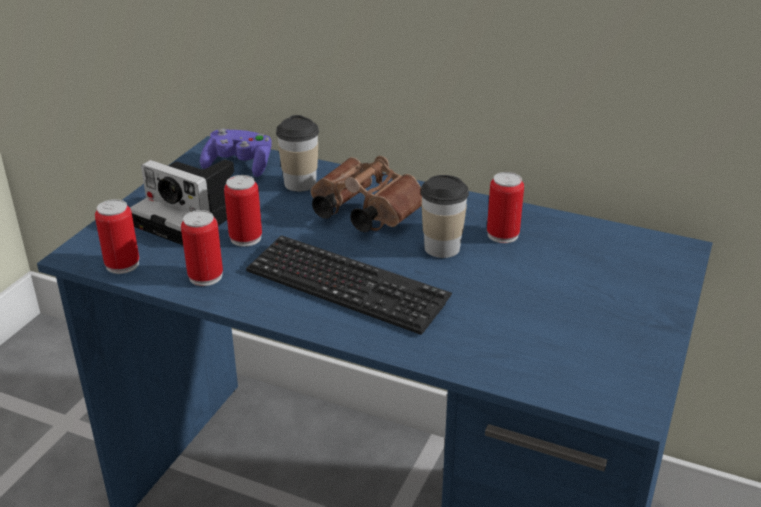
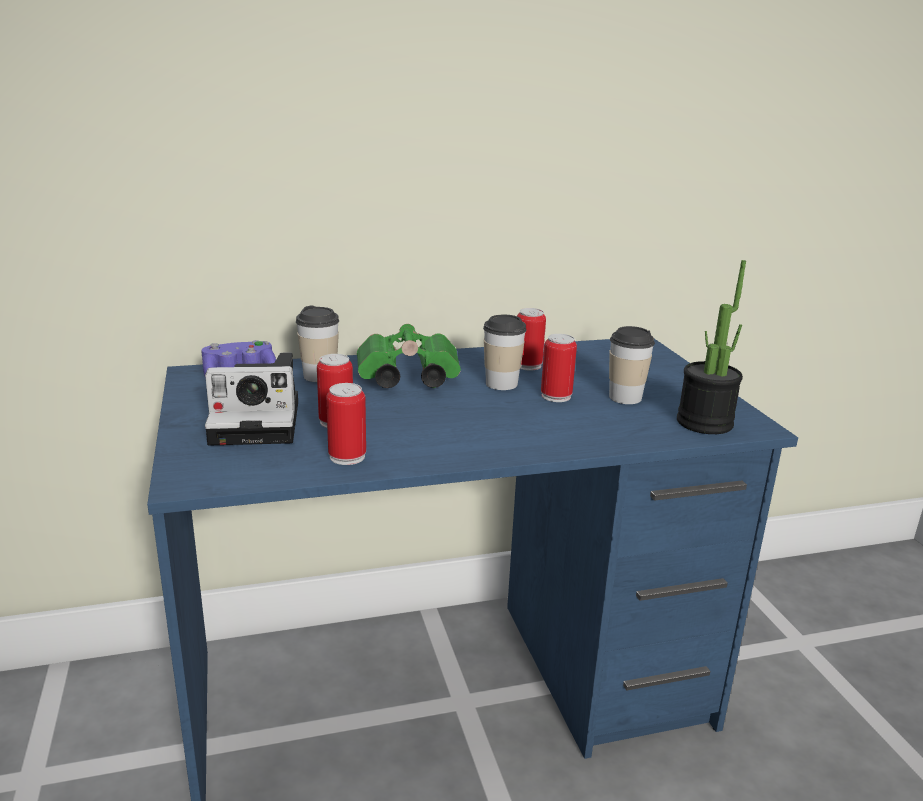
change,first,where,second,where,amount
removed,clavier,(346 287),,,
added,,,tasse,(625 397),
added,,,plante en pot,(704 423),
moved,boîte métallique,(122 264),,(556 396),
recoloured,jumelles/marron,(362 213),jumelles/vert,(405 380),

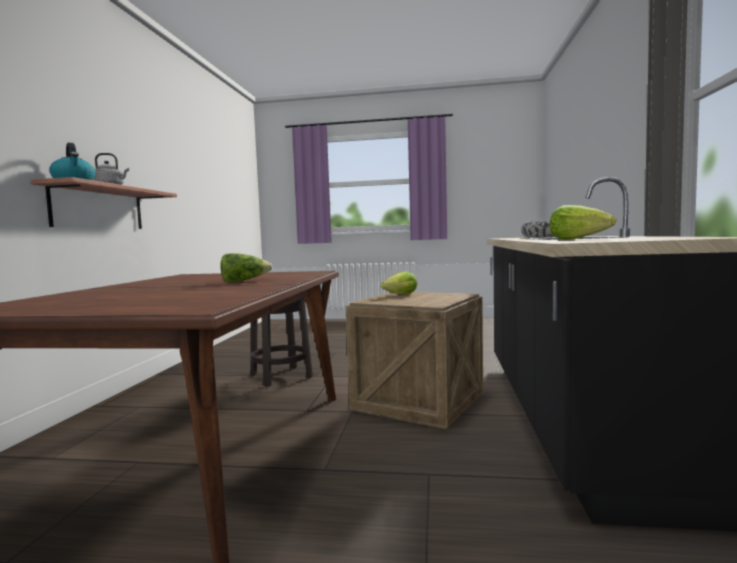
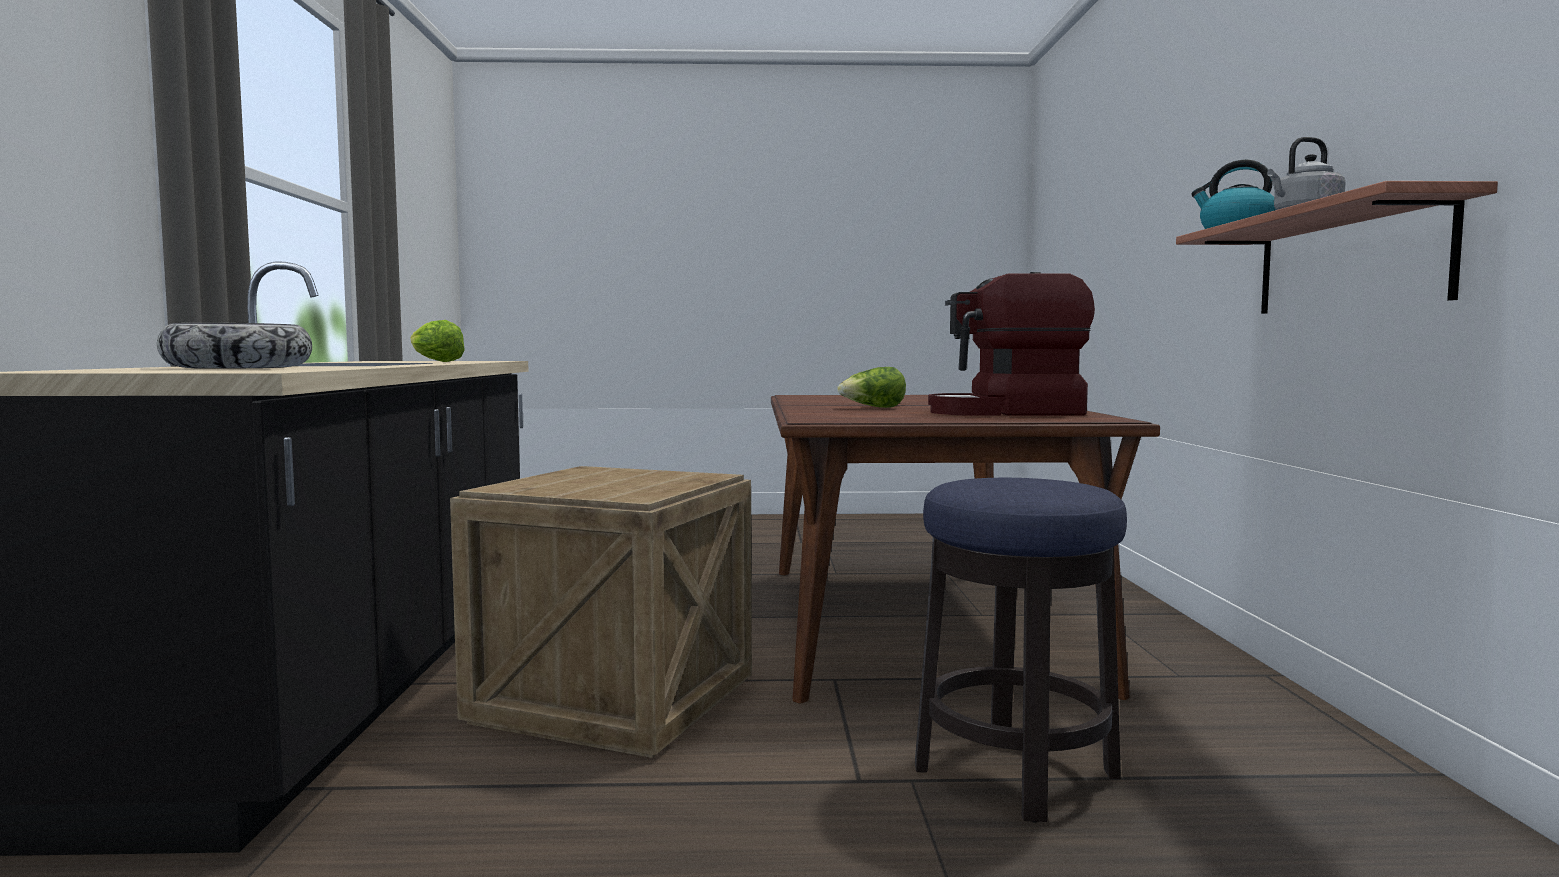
change,first,where,second,where,amount
removed,laitue,(401 295),,,
added,,,machine à café,(1007 412),

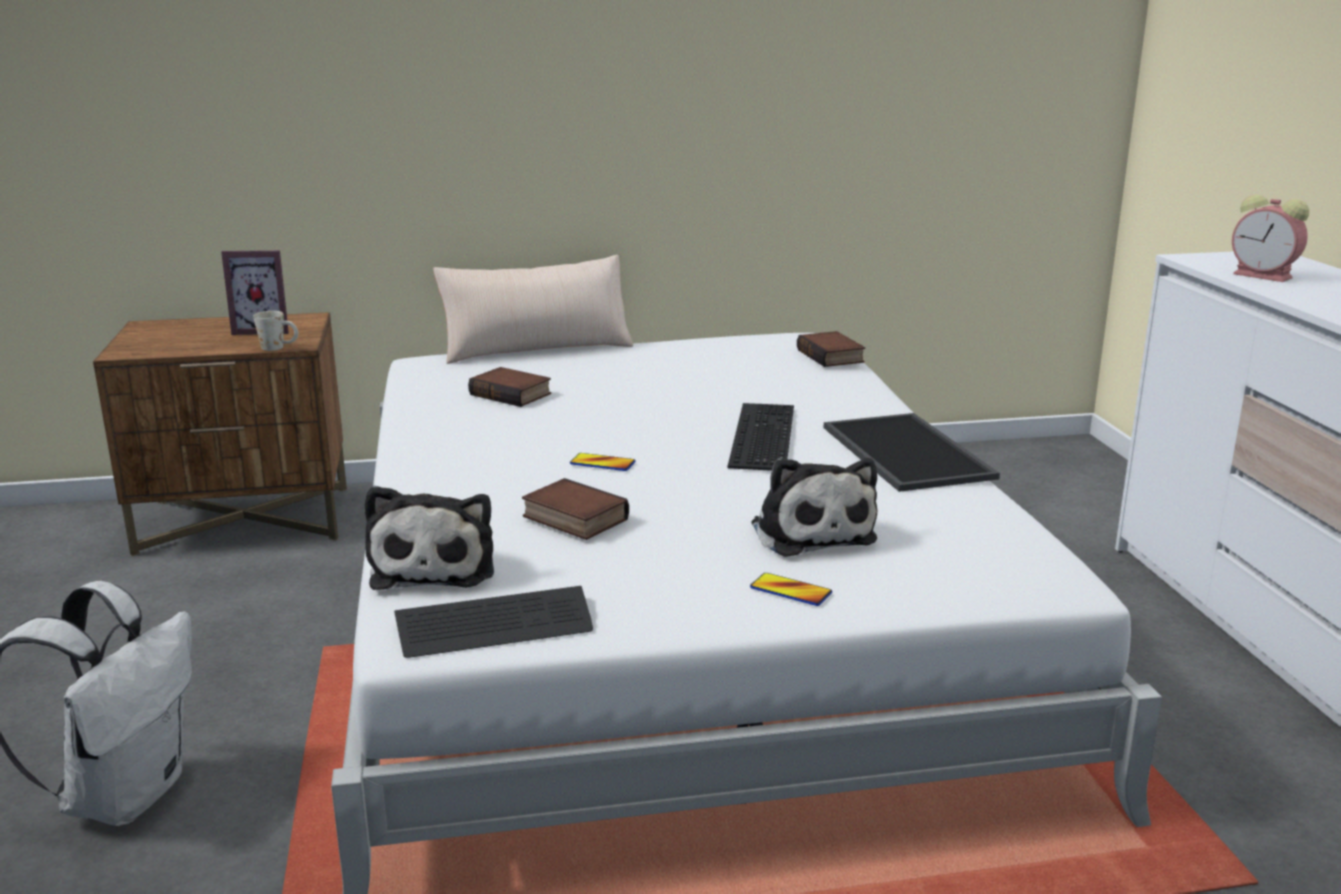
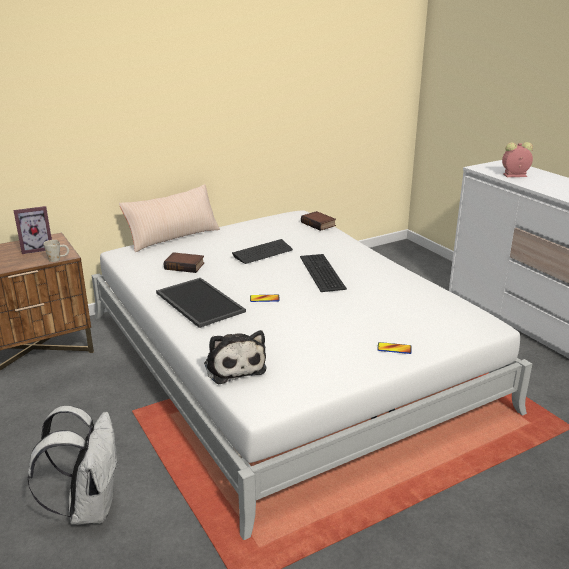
change,first,where,second,where,amount
removed,livre,(572 518),,,
removed,peluche,(810 531),,,
moved,clavier,(494 626),,(263 253),
moved,plateau,(903 452),,(198 302),
turned,réveil,(1265 276),,(514 175),150 degrees clockwise

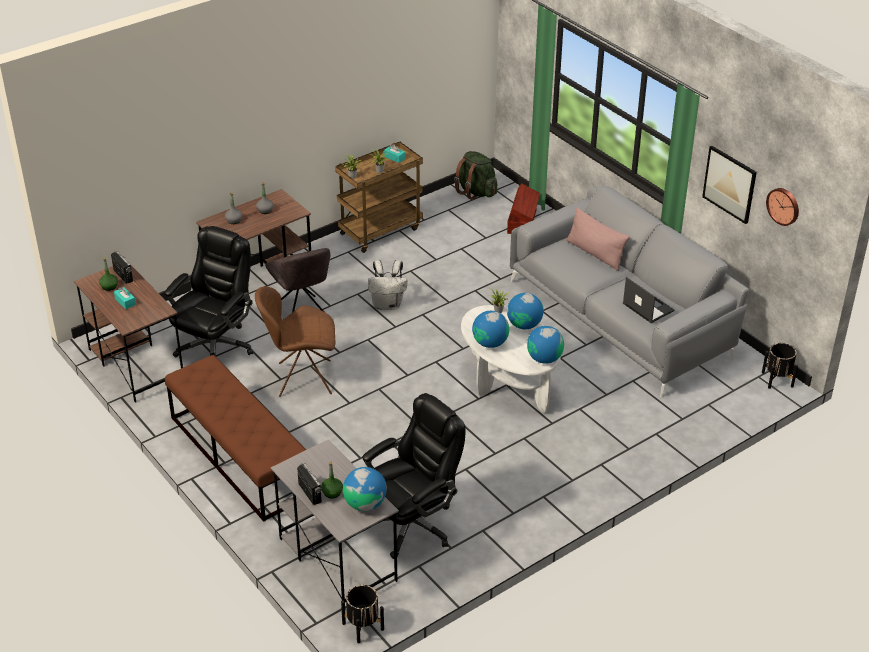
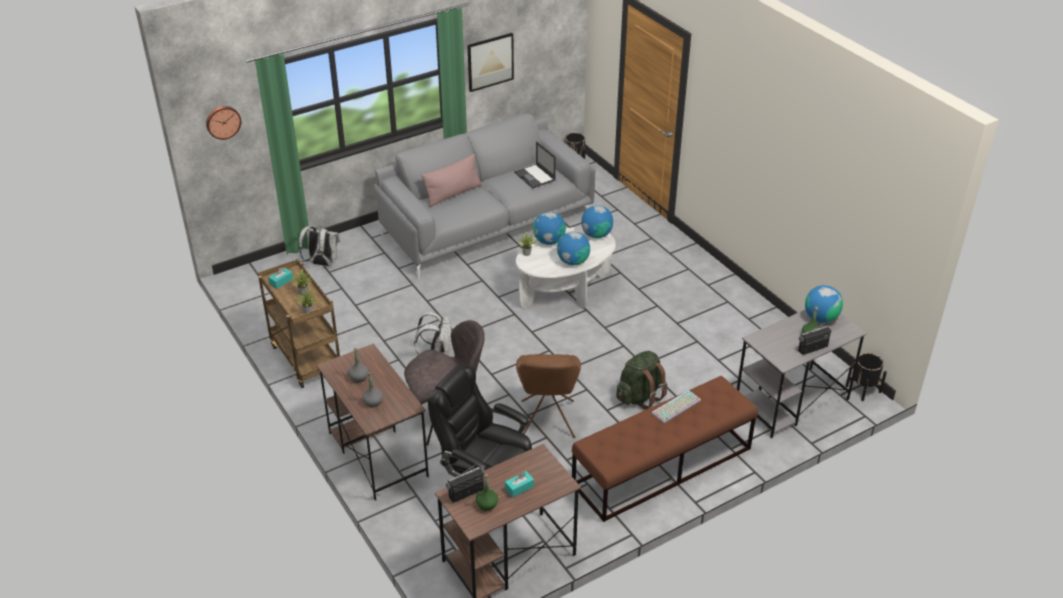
change,first,where,second,where,amount
removed,chaise de bureau/noir,(412 524),,,
added,,,clavier,(676 408),
moved,sac à dos/vert,(476 192),,(640 396),
moved,horloge murale,(783 206),,(223 122),
replaced,boîte de rangement/marron,(522 221),sac à dos/blanc,(322 263),
turned,ordinateur portable,(647 307),,(535 176),90 degrees counterclockwise

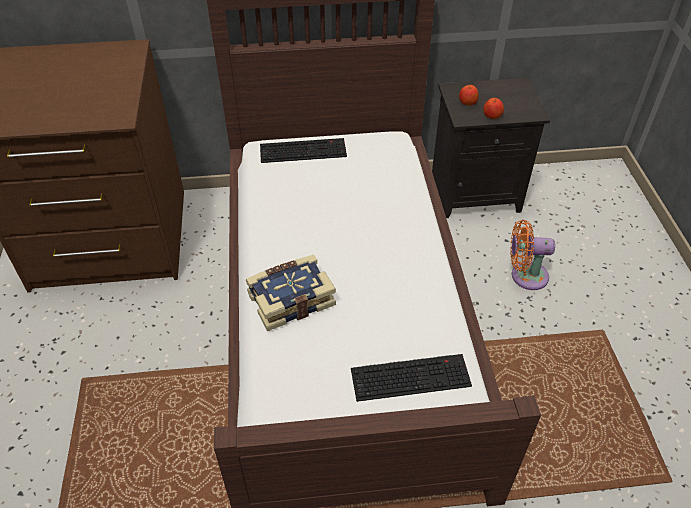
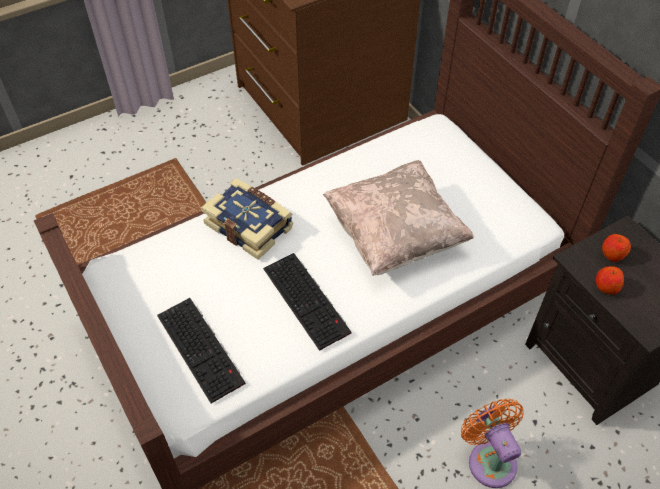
change,first,where,second,where,amount
added,,,coussin/beige,(395 235),
moved,clavier,(304 150),,(308 300),

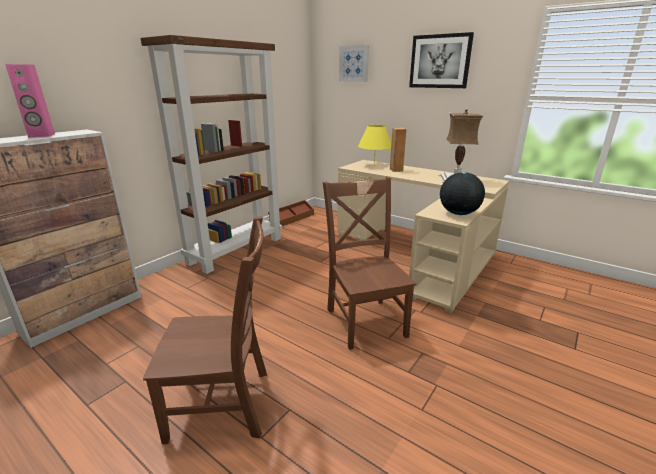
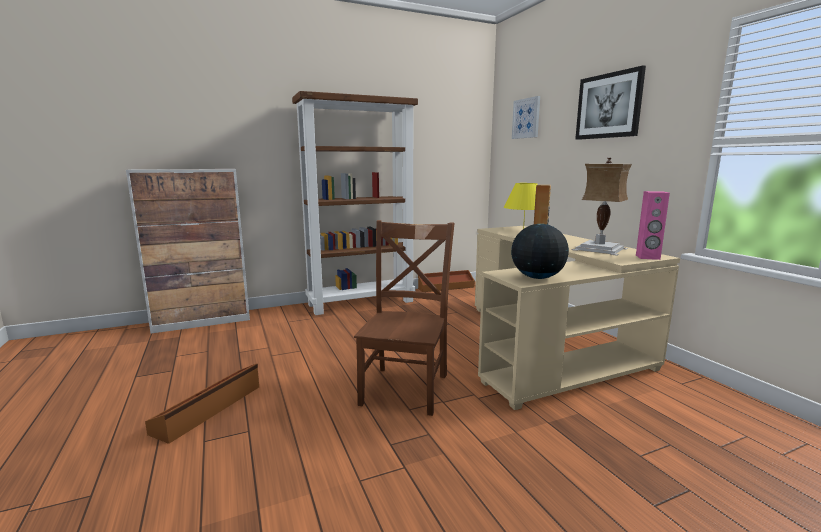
change,first,where,second,where,amount
moved,enceinte/rose,(41 135),,(647 257),
replaced,chaise/marron,(225 405),boîte de rangement/marron,(209 409),

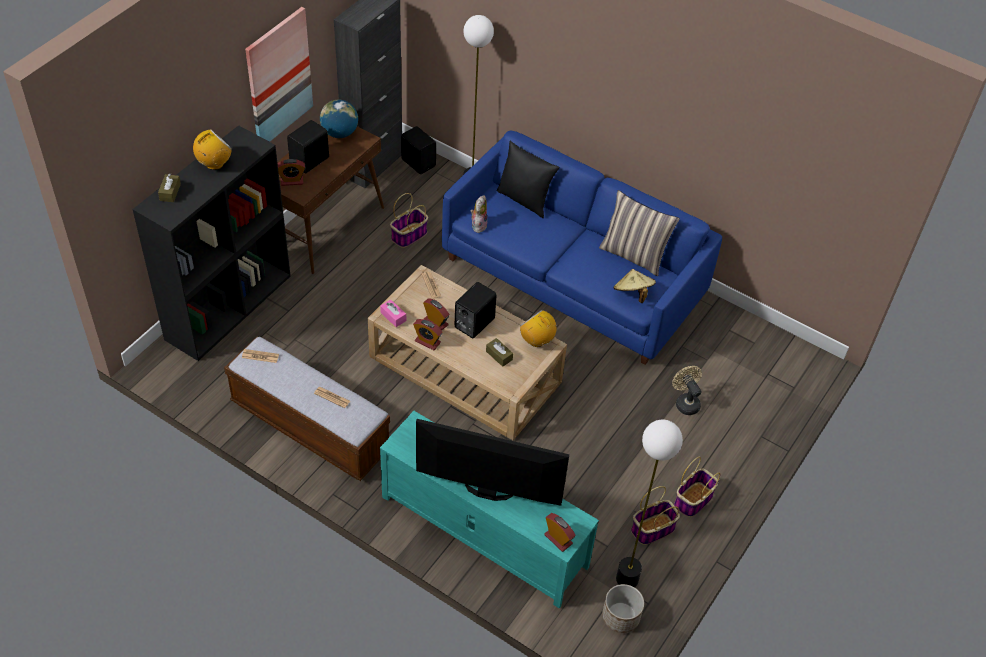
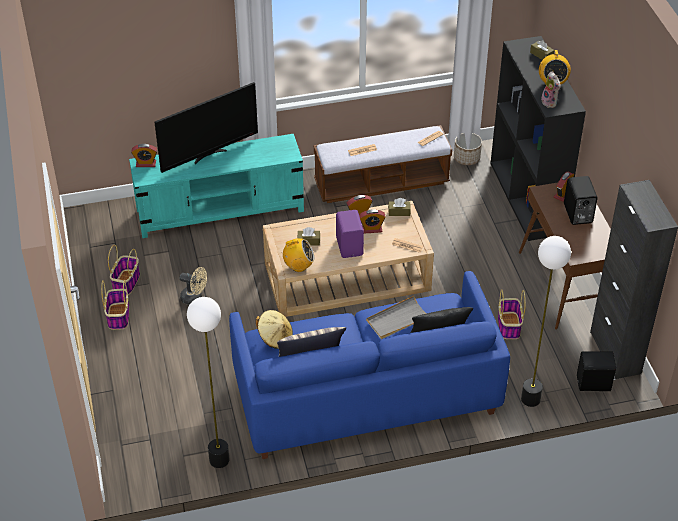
change,first,where,second,where,amount
removed,tableau,(278 77),,,
removed,globe,(339 133),,,
added,,,plateau/gris,(397 320),
moved,peluche,(478 225),,(550 102),
moved,cache-pot,(620 617),,(466 158),
moved,lampadaire,(627 579),,(219 460),
moved,ventilateur/beige,(685 402),,(194 298),
recoloured,boîte à mouchoirs/rose,(393 316),boîte à mouchoirs/marron,(399 212),
recoloured,enceinte/noir,(473 323),enceinte/violet,(350 246),

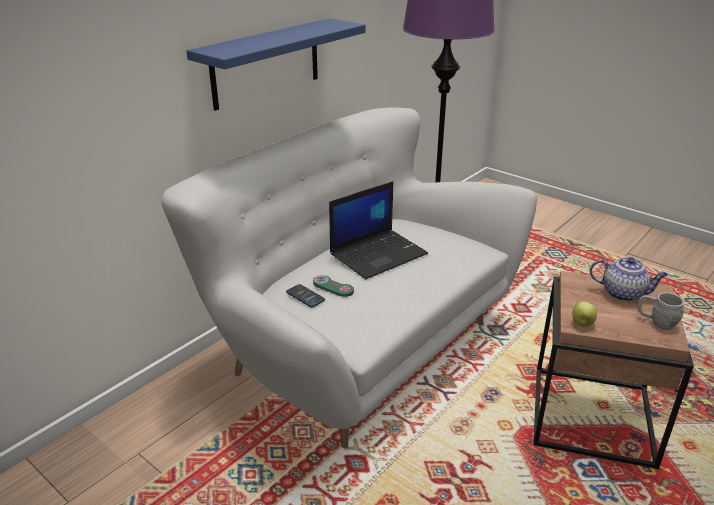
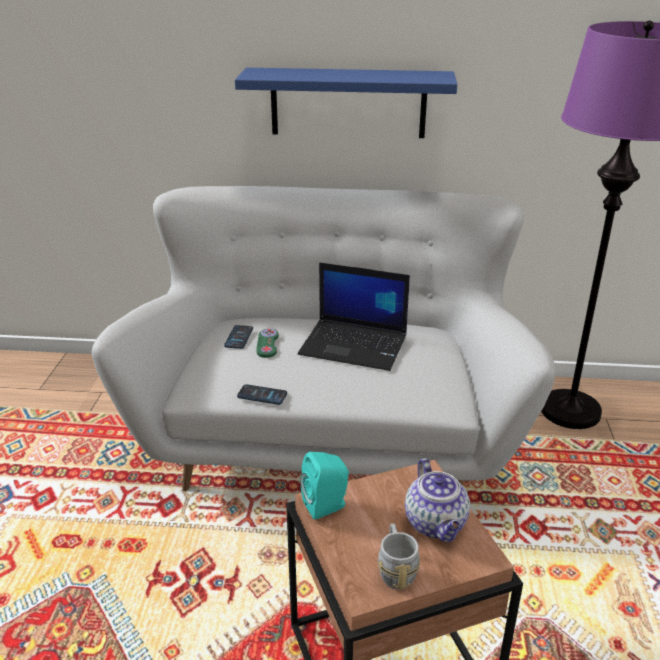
change,first,where,second,where,amount
added,,,téléphone,(262 395),
replaced,pomme,(582 323),enceinte/turquoise,(327 506),

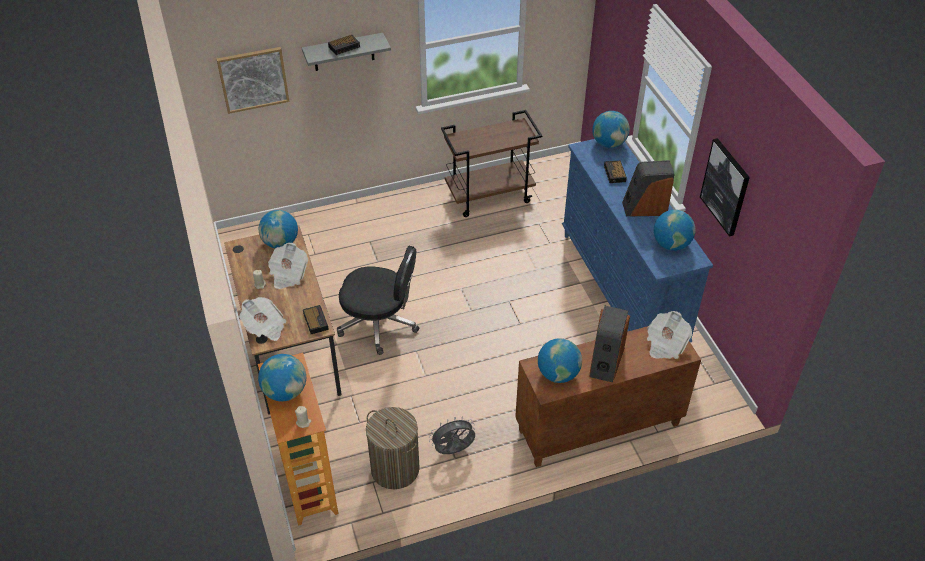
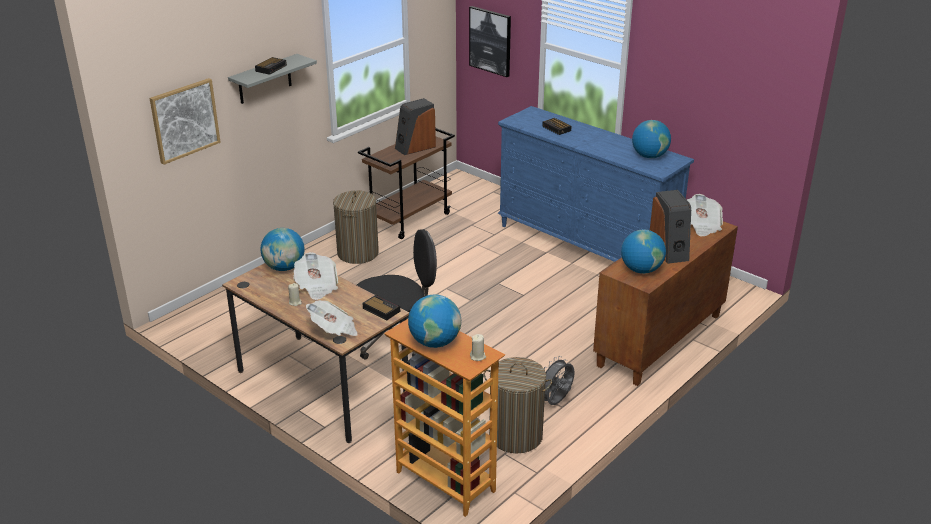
change,first,where,second,where,amount
removed,globe,(609 143),,,
added,,,panier à linge,(358 253),
moved,enceinte,(644 208),,(415 147),
moved,tableau,(725 187),,(490 41),

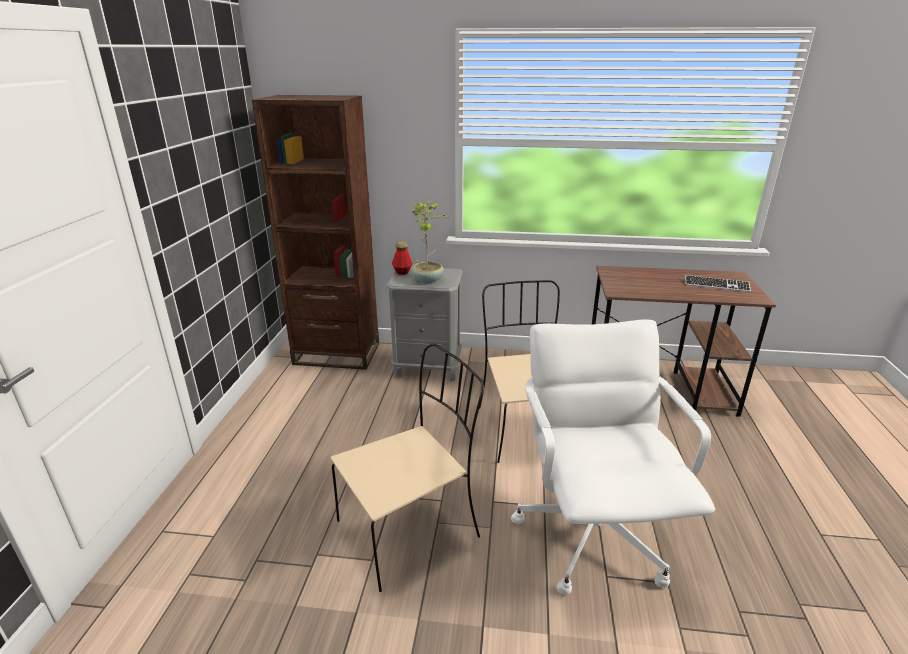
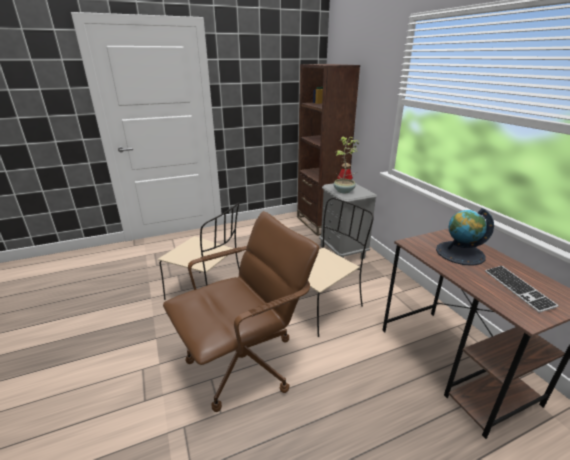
change,first,where,second,where,amount
added,,,globe,(460 253),
recoloured,chaise de bureau/blanc,(593 533),chaise de bureau/marron,(245 363),

